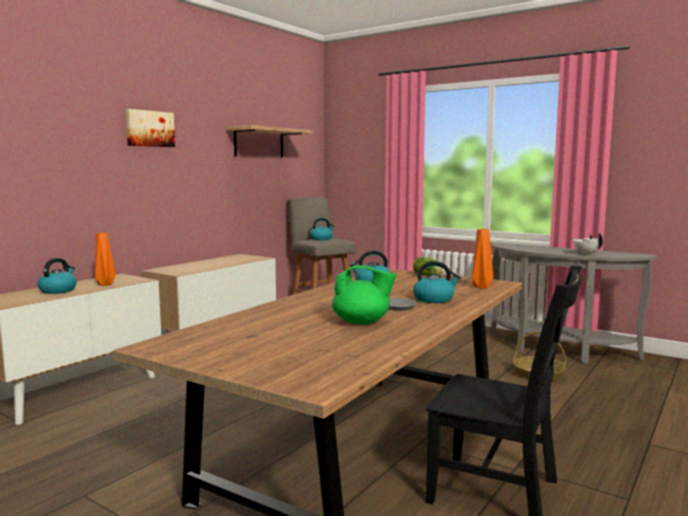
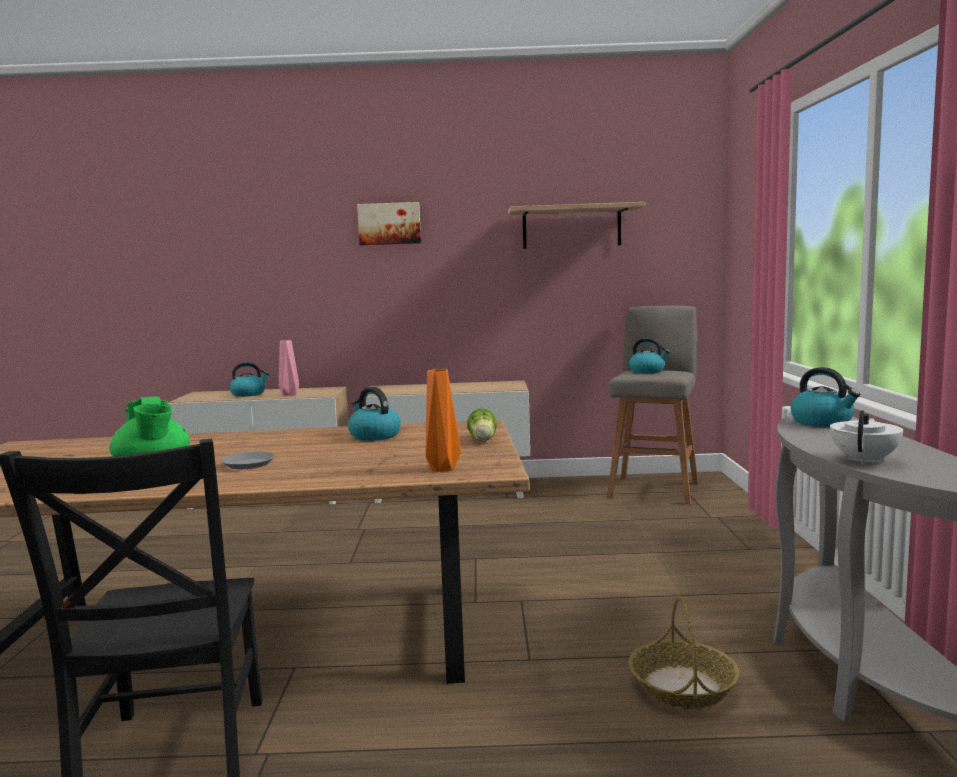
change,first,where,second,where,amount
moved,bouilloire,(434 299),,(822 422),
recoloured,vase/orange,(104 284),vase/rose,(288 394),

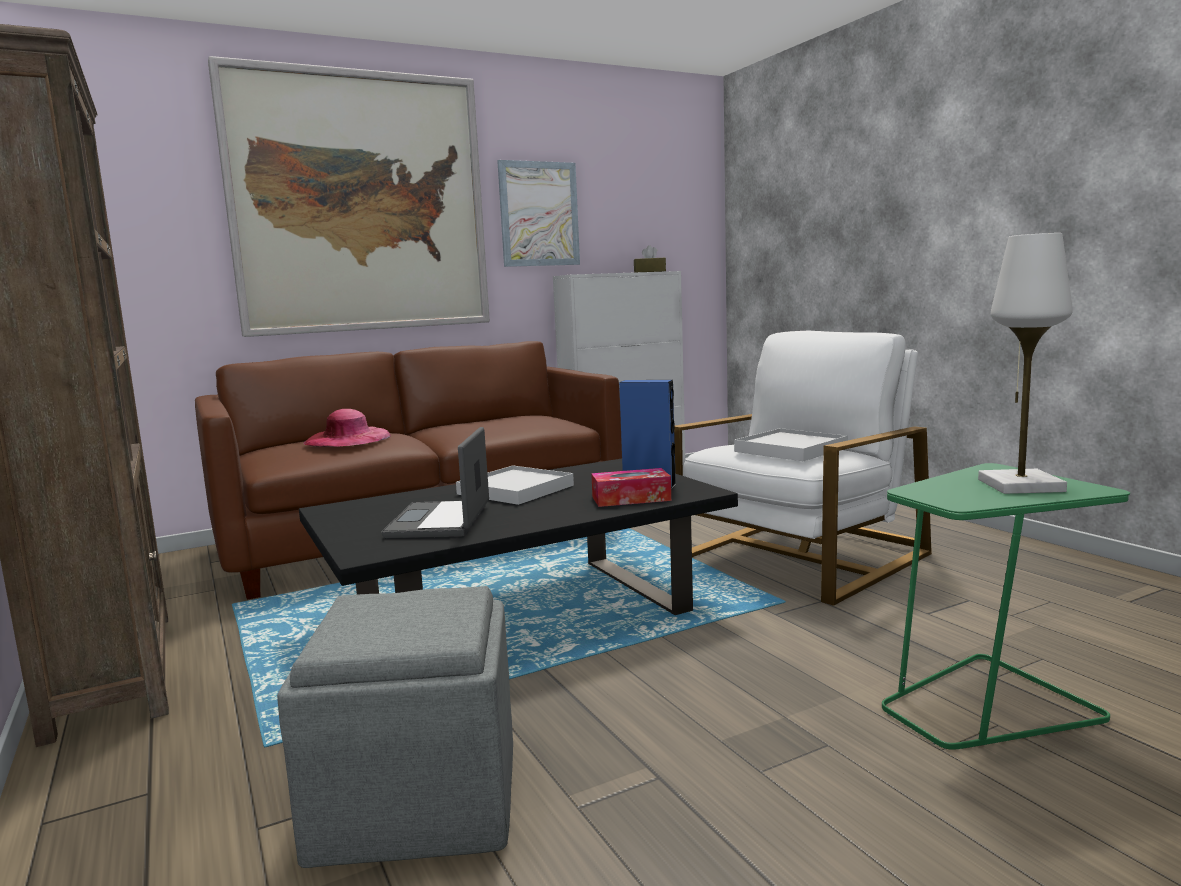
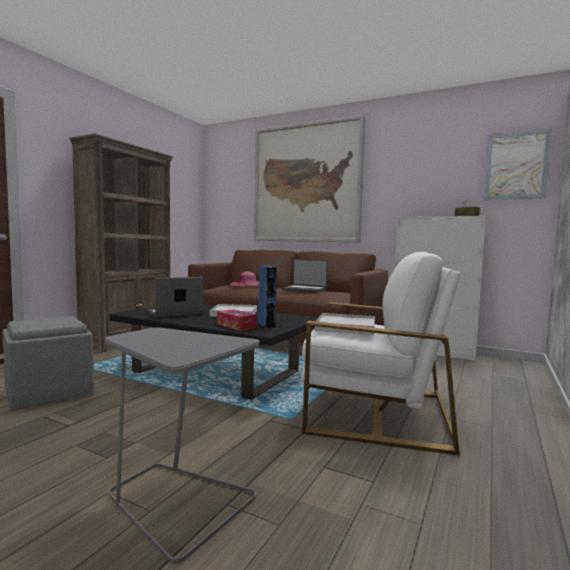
change,first,where,second,where,amount
removed,lampe de table/blanc,(1020 485),,,
added,,,ordinateur portable,(304 290),
moved,tableau,(539 214),,(516 165),
recoloured,table d'appoint/vert,(984 705),table d'appoint/gris,(177 502),

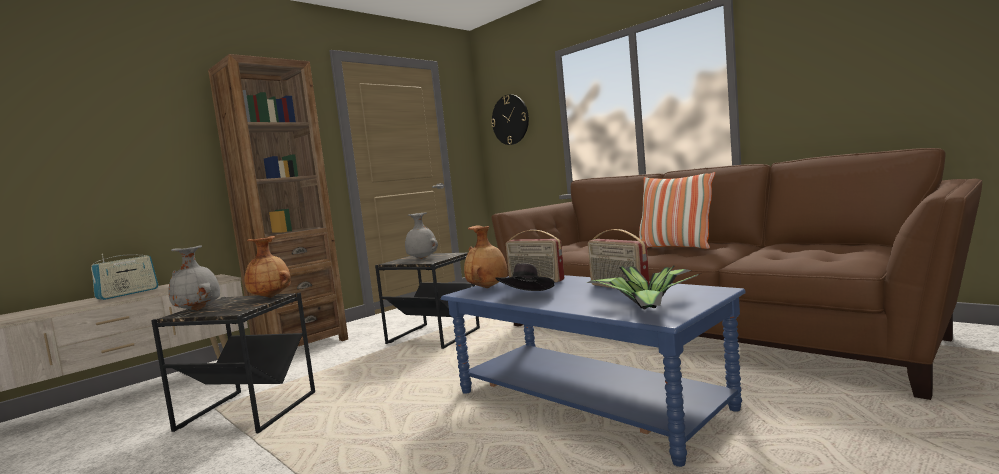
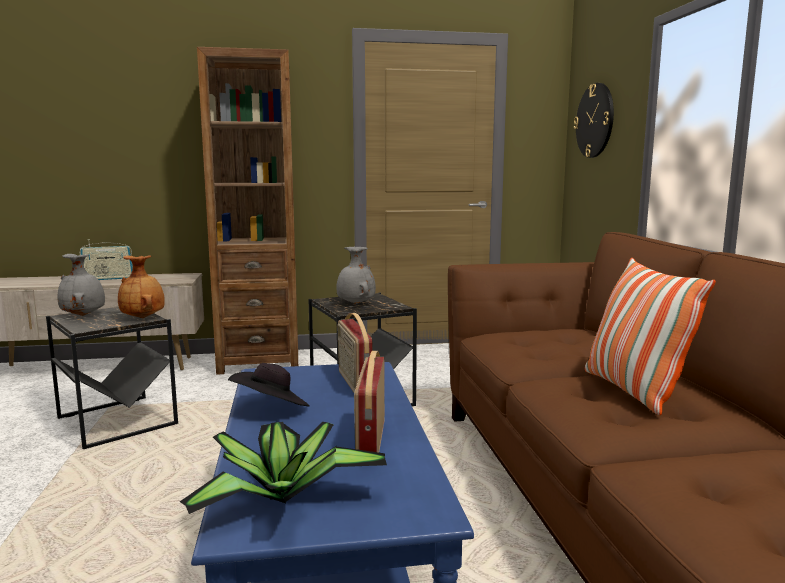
change,first,where,second,where,amount
removed,vase/marron,(488 288),,,

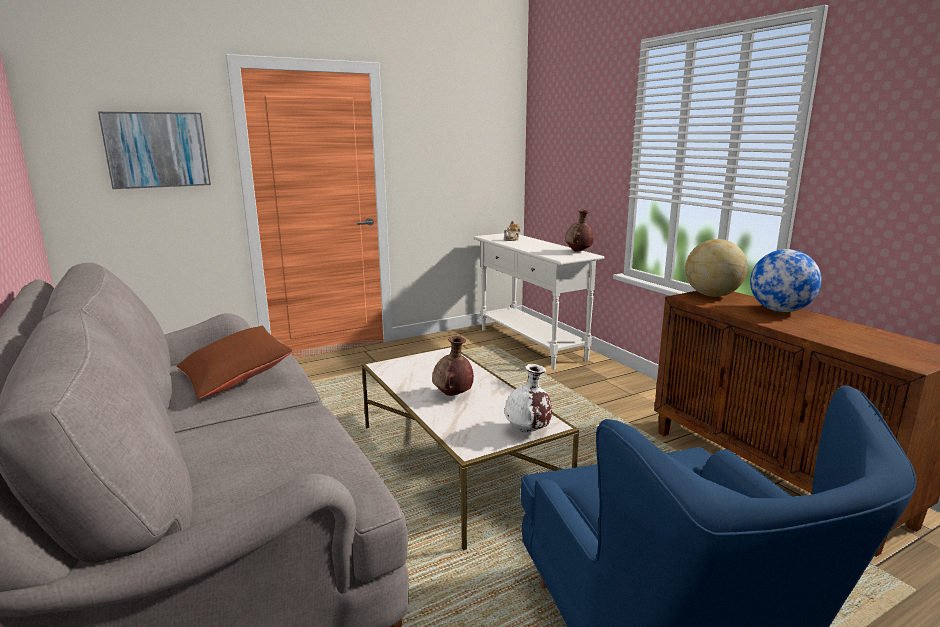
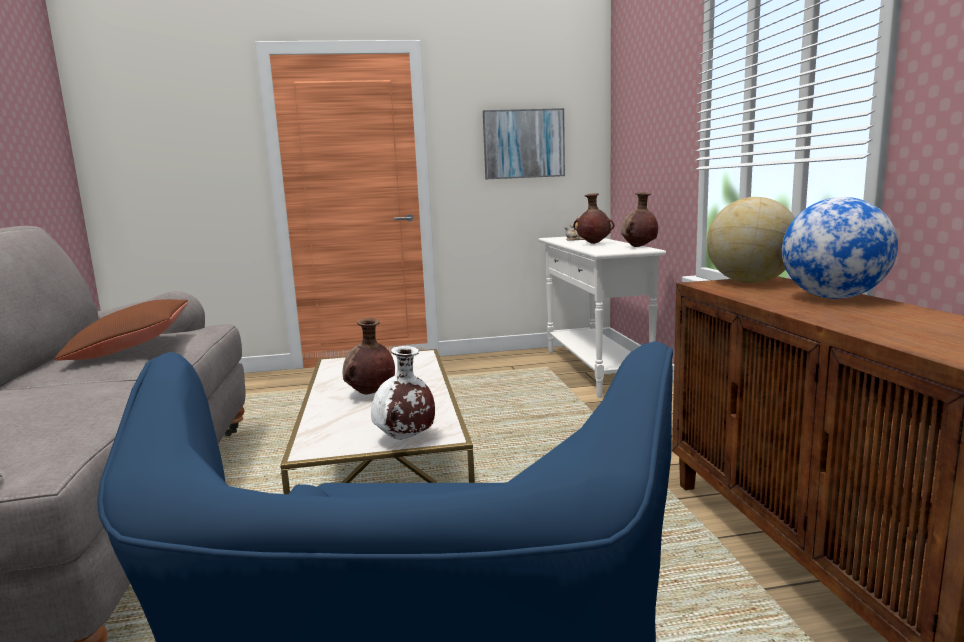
change,first,where,second,where,amount
added,,,vase/marron,(593 243),
moved,tableau,(157 150),,(523 144),

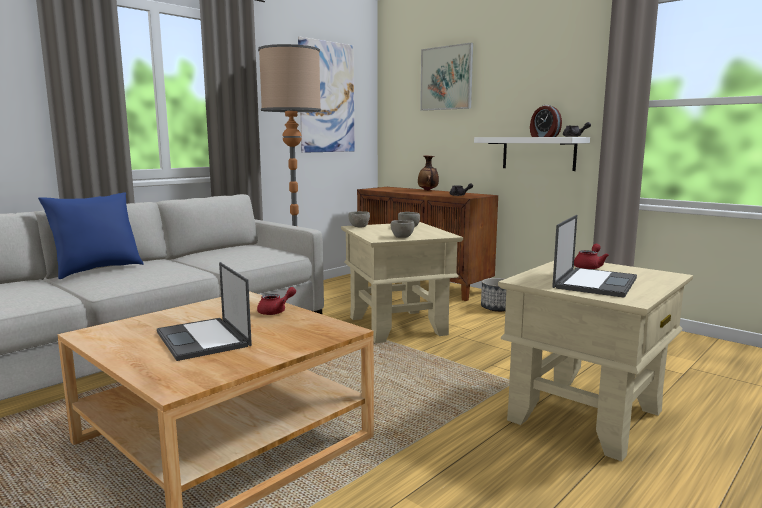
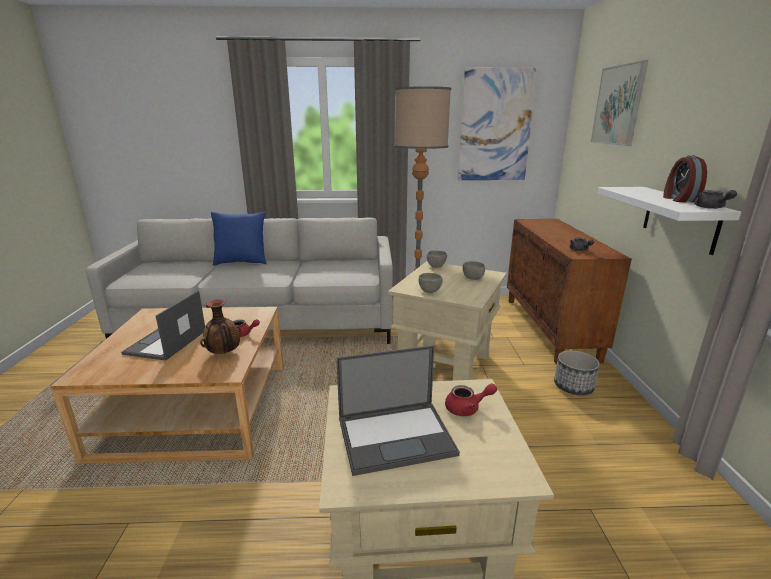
change,first,where,second,where,amount
moved,vase,(428 190),,(224 353),

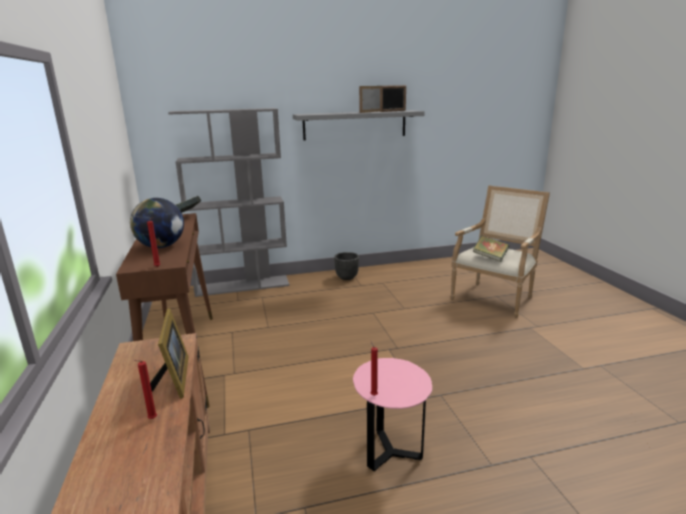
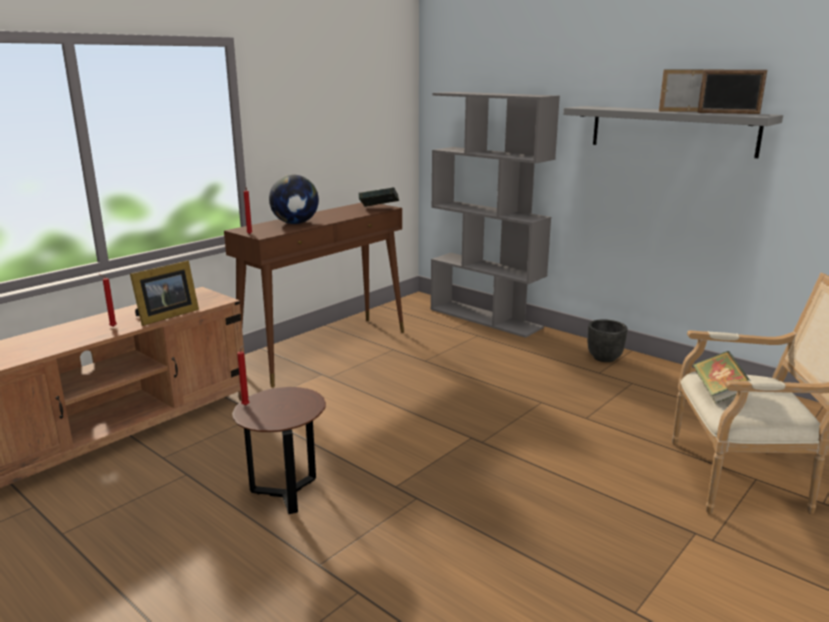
change,first,where,second,where,amount
recoloured,table d'appoint/rose,(390 453),table d'appoint/marron,(286 494),

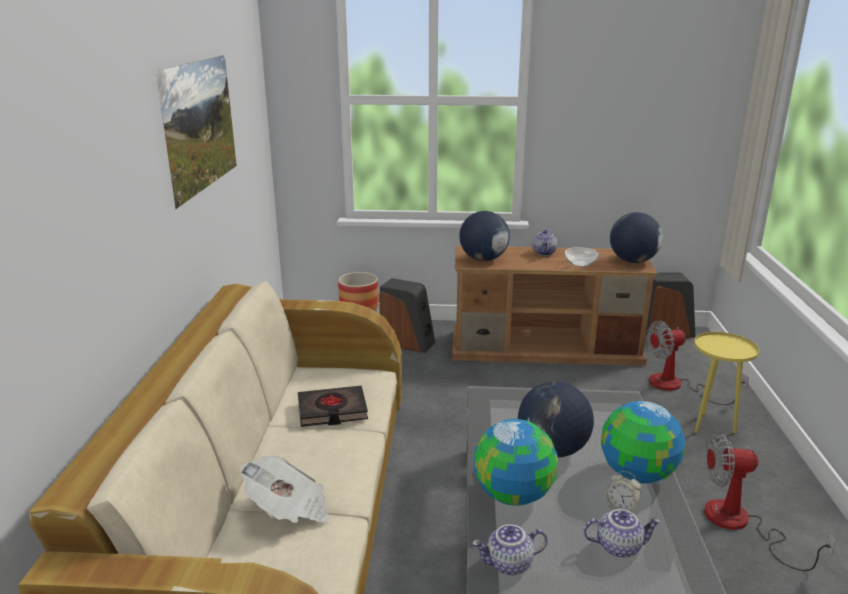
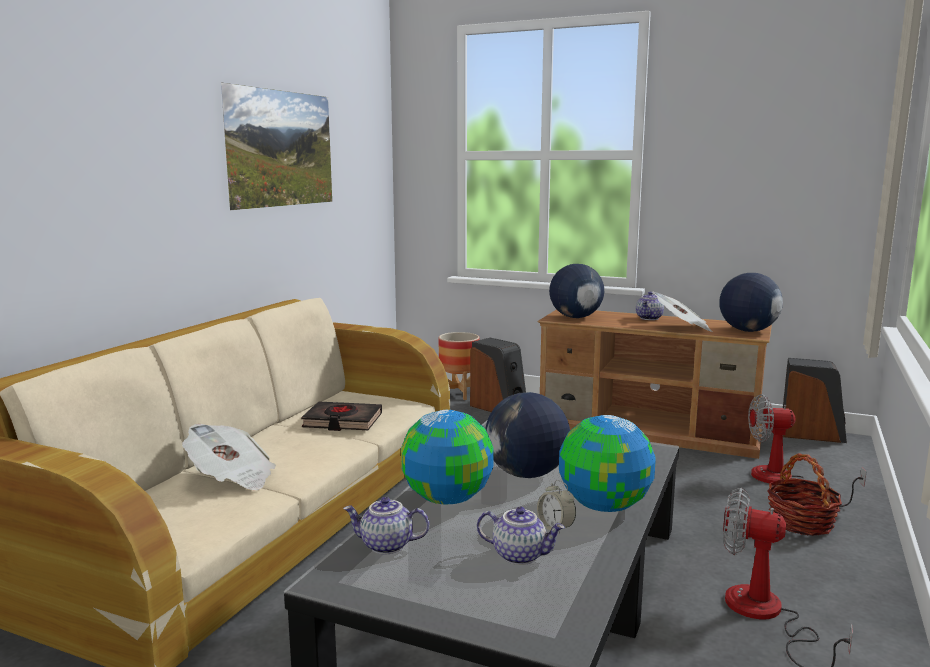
change,first,where,second,where,amount
replaced,bol,(581 263),journal,(682 328),
replaced,table d'appoint/jaune,(711 426),panier,(800 522),

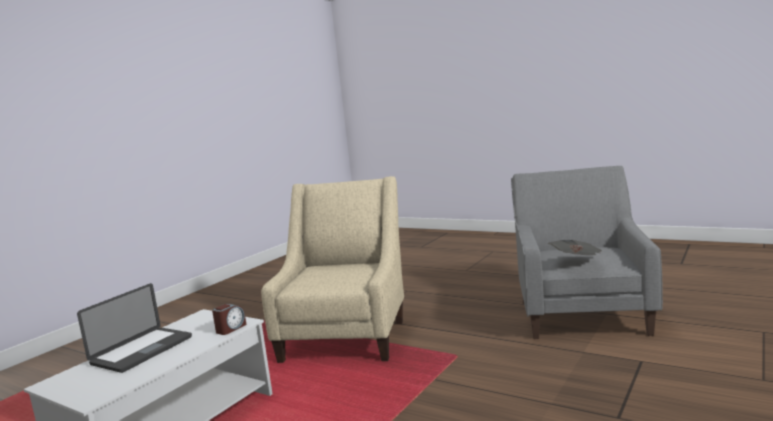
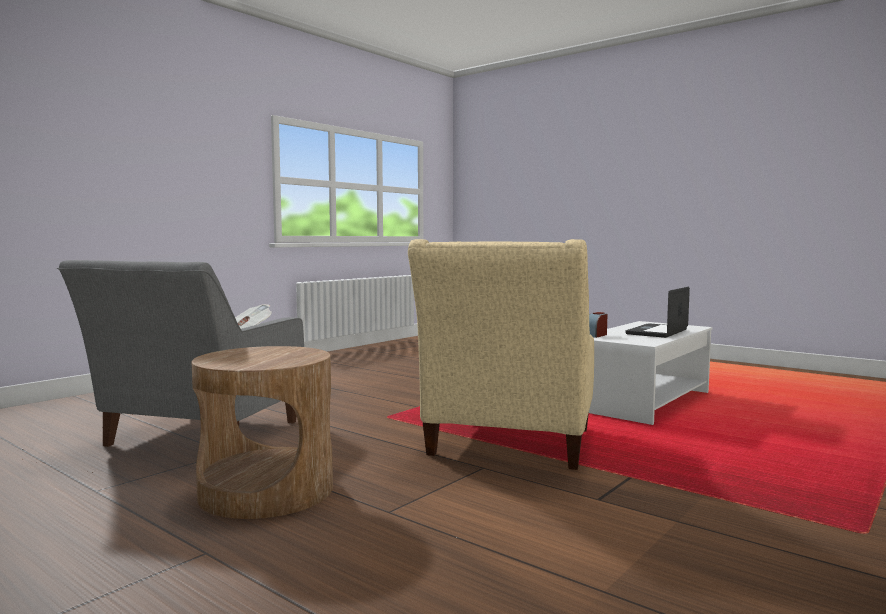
change,first,where,second,where,amount
added,,,table d'appoint/marron,(267 491),

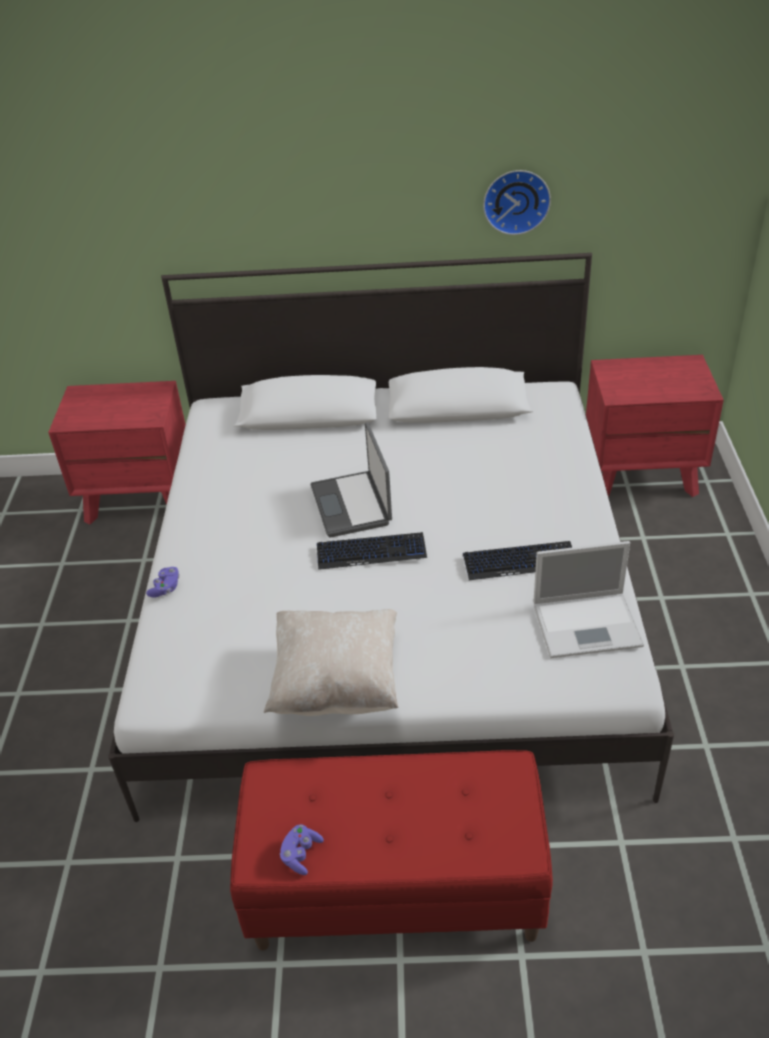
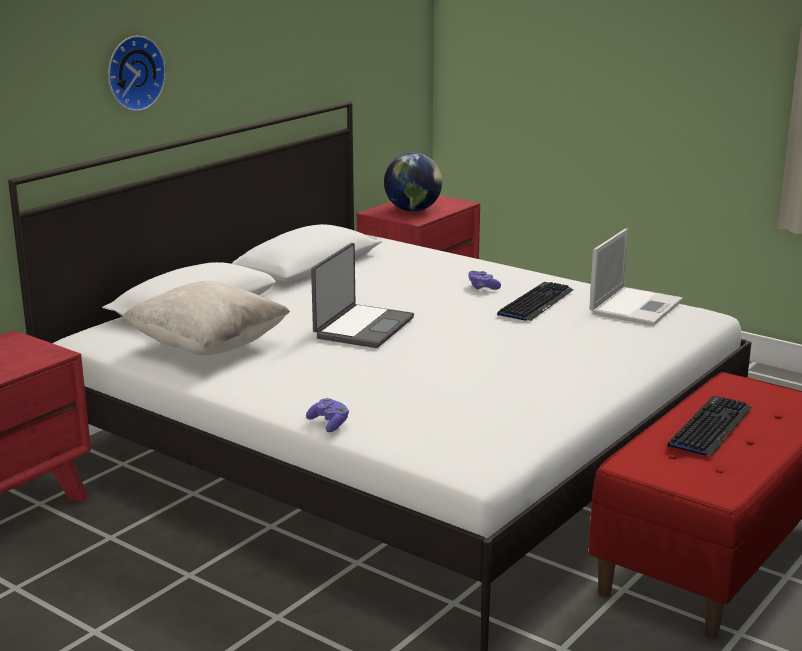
change,first,where,second,where,amount
added,,,globe,(413 210),
moved,coussin/beige,(337 683),,(208 347),
moved,manette/violet,(301 854),,(482 287),
moved,clavier,(371 552),,(710 427),
moved,horloge murale,(516 200),,(133 73),
turned,ordinateur portable,(352 505),,(362 327),90 degrees counterclockwise

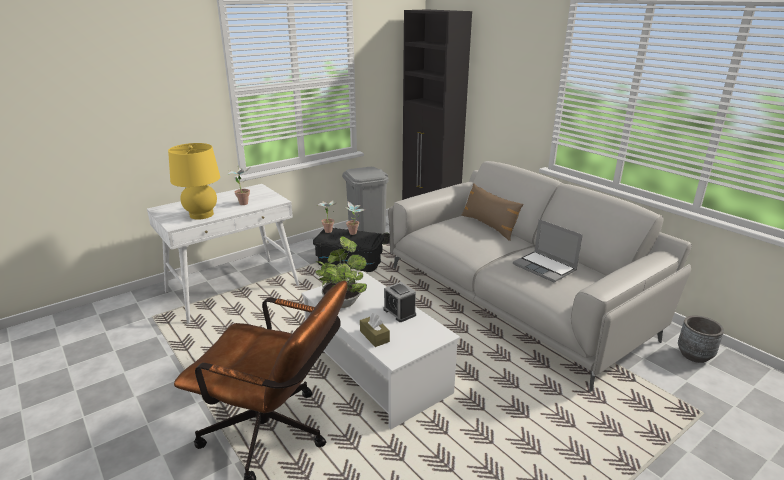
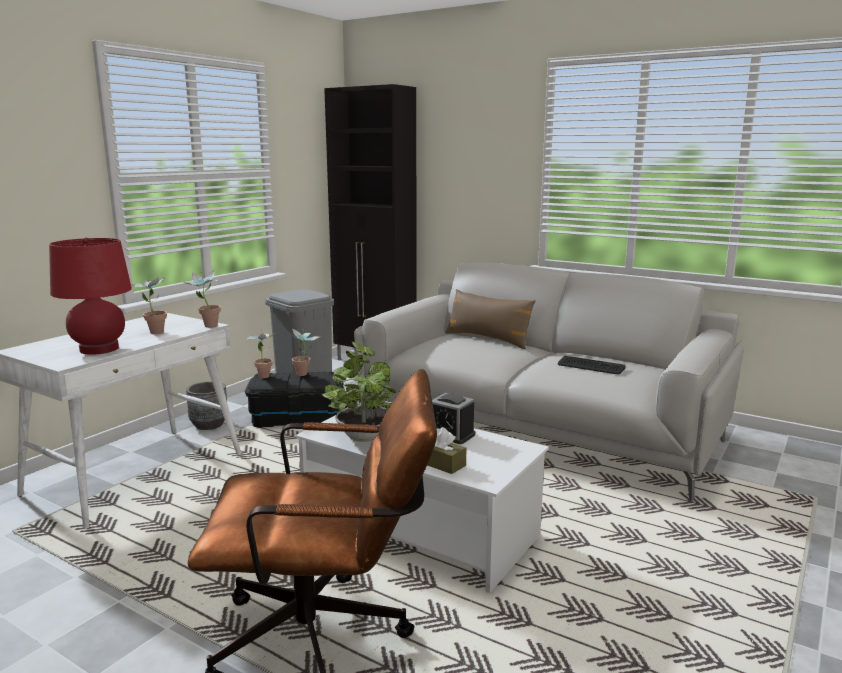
change,first,where,second,where,amount
added,,,plante en pot,(207 327),
moved,cache-pot/gris,(694 355),,(209 425),
replaced,ordinateur portable,(545 267),clavier,(590 366),
recoloured,lampe de table/jaune,(201 215),lampe de table/rouge,(99 349),

